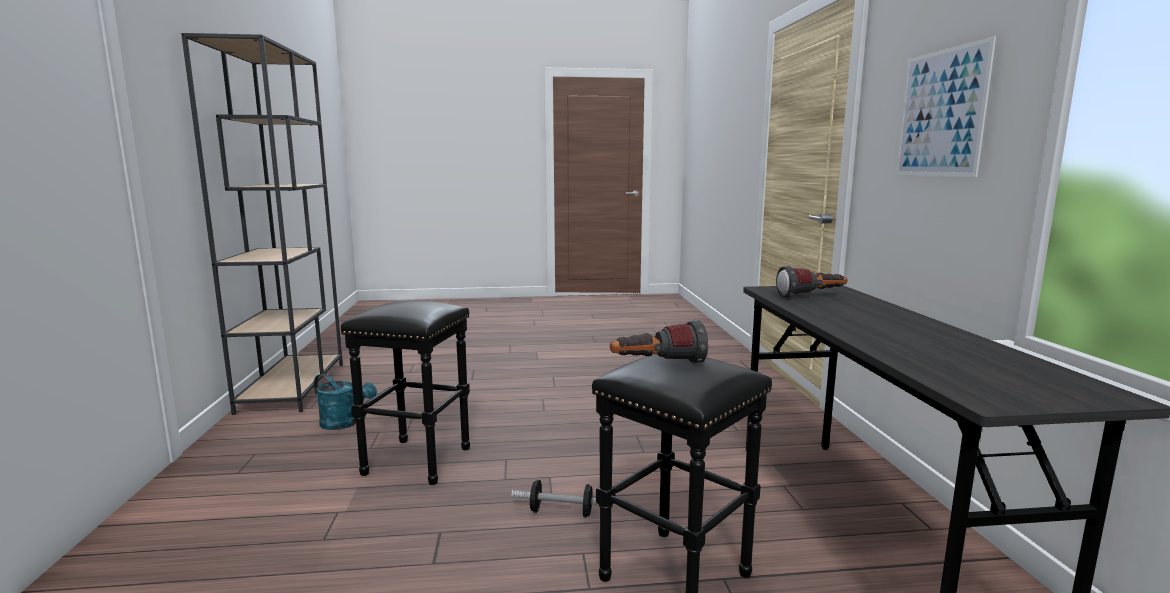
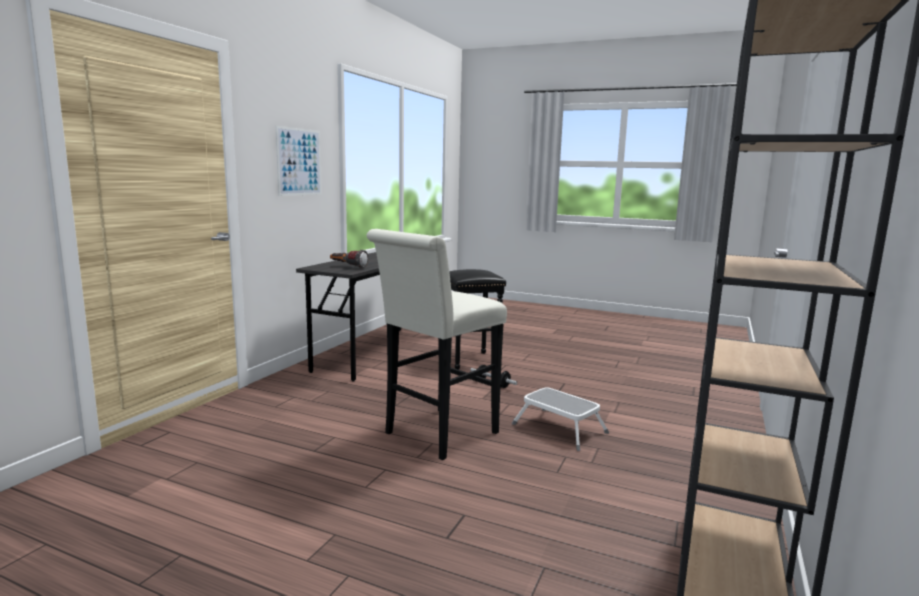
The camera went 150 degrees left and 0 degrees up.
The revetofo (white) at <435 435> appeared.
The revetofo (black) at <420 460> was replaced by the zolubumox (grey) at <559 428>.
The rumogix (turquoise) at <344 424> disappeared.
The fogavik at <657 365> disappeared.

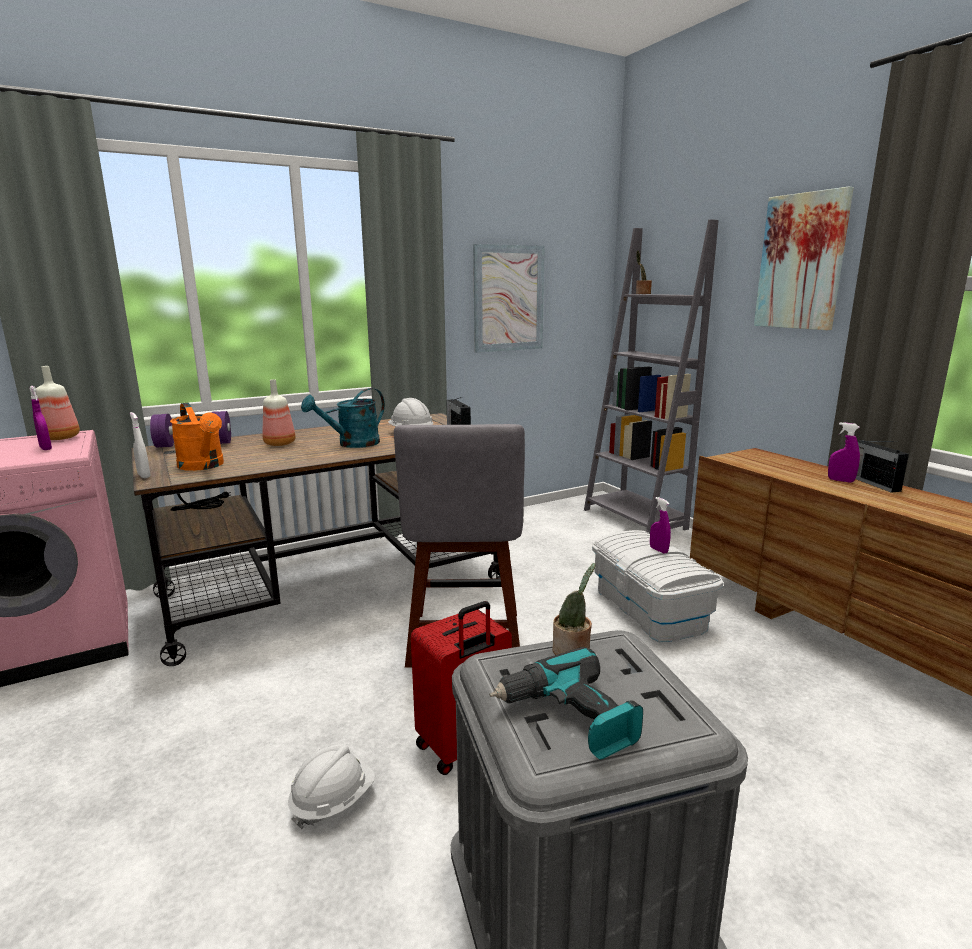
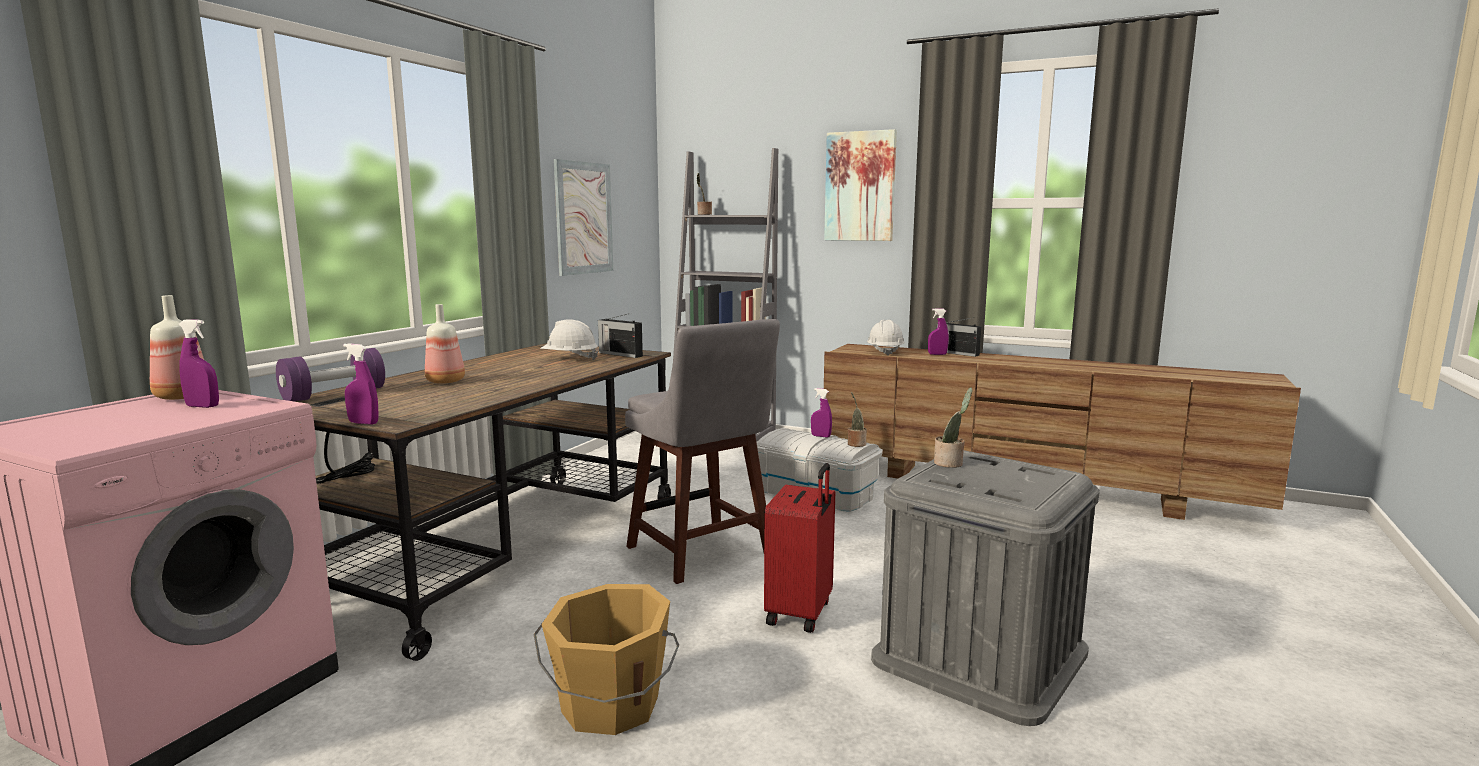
The camera went 35 degrees left and 5 degrees down.
The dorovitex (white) at <144 475> became the dorovitex (purple) at <363 423>.
The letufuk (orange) at <610 706> appeared.
The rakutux at <856 444> appeared.
The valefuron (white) moved from <333 801> to <885 352>.
The rumogix (orange) at <204 466> disappeared.
The rumogix (turquoise) at <352 444> disappeared.
The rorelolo at <569 718> disappeared.

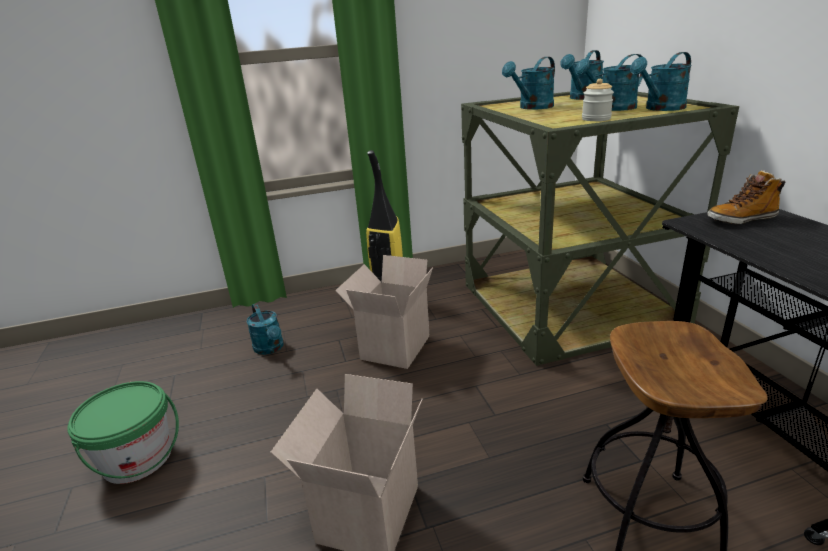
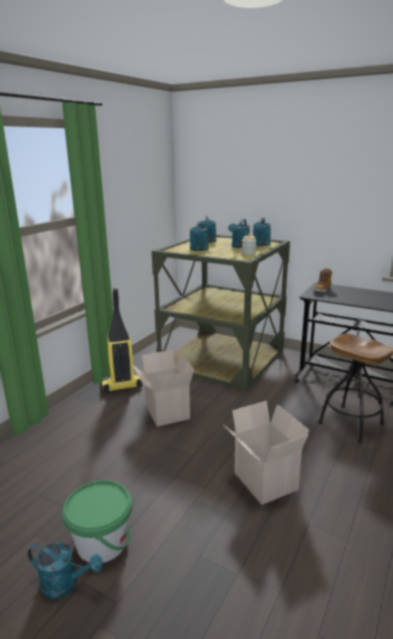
The camera went 45 degrees left and 5 degrees down.
The rumogix (turquoise) moved from <270 348> to <65 584>.

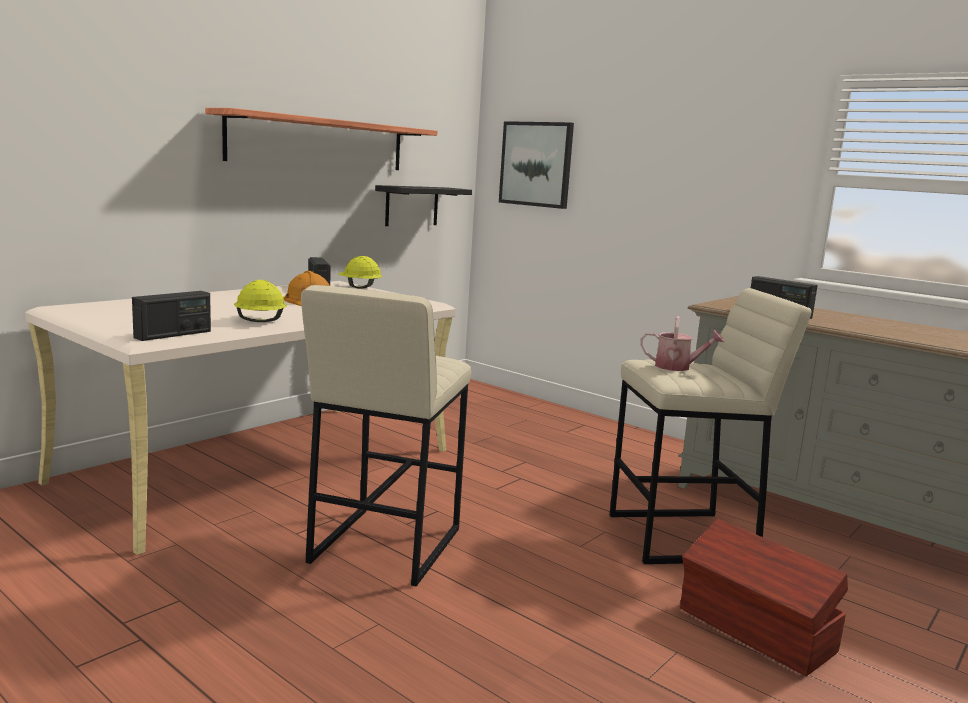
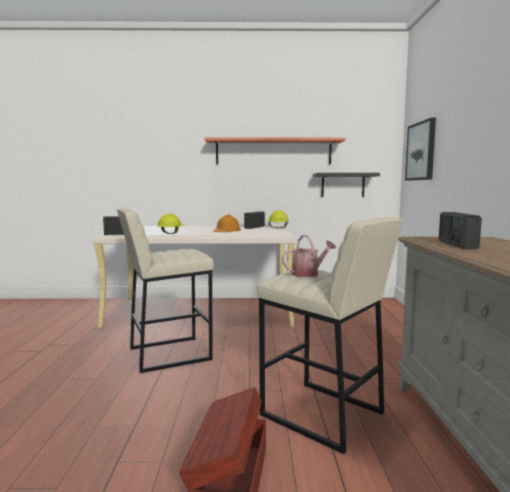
The camera went 50 degrees right and 5 degrees down.
The rumogix at <678 367> turned 90 degrees counterclockwise.

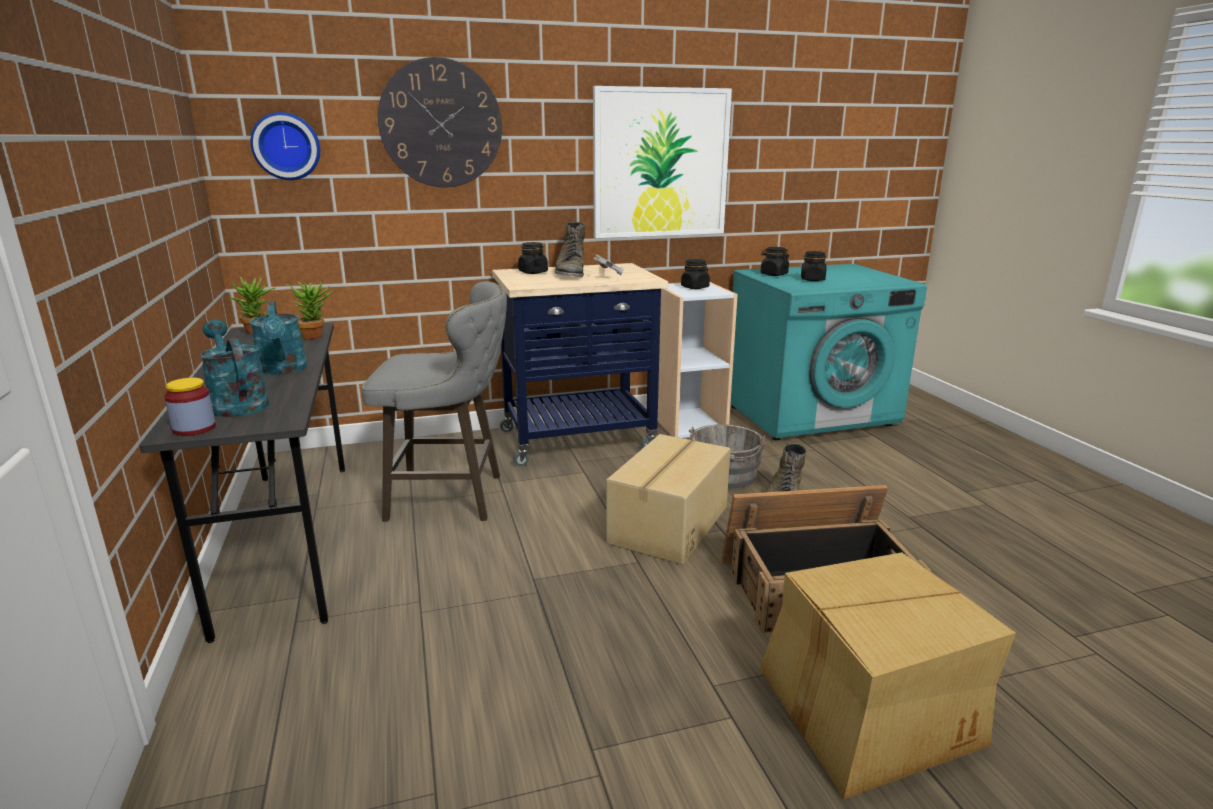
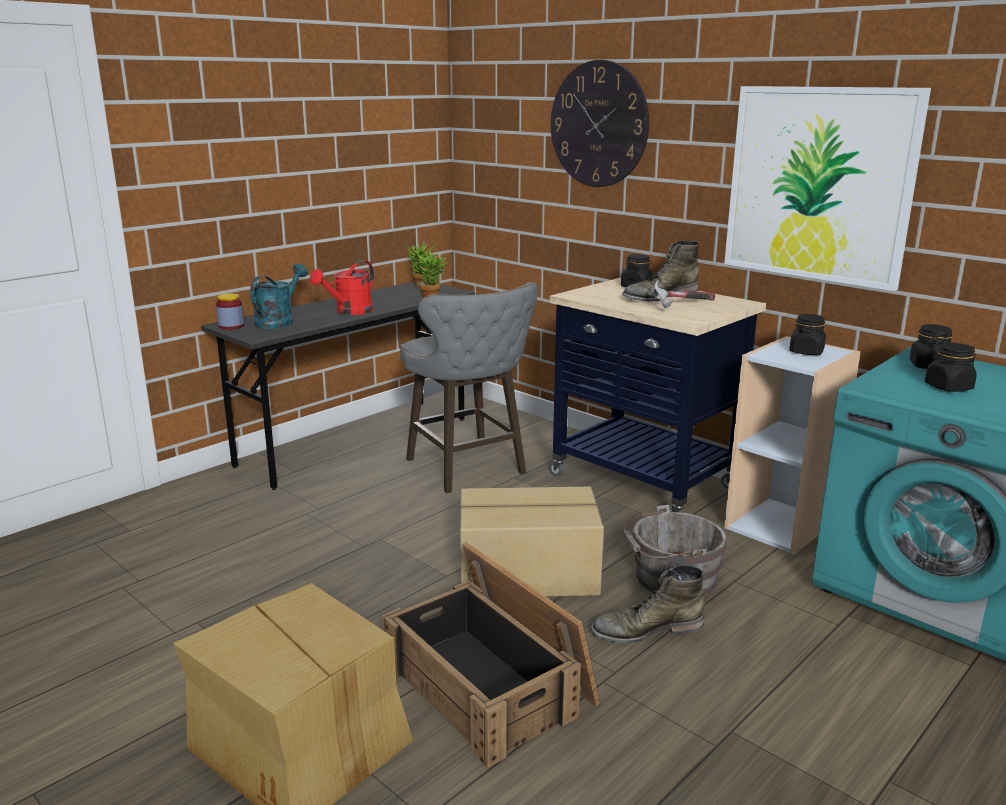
The camera went 60 degrees right and 0 degrees up.
The rumogix (turquoise) at <283 370> became the rumogix (red) at <349 312>.
The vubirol at <286 146> disappeared.

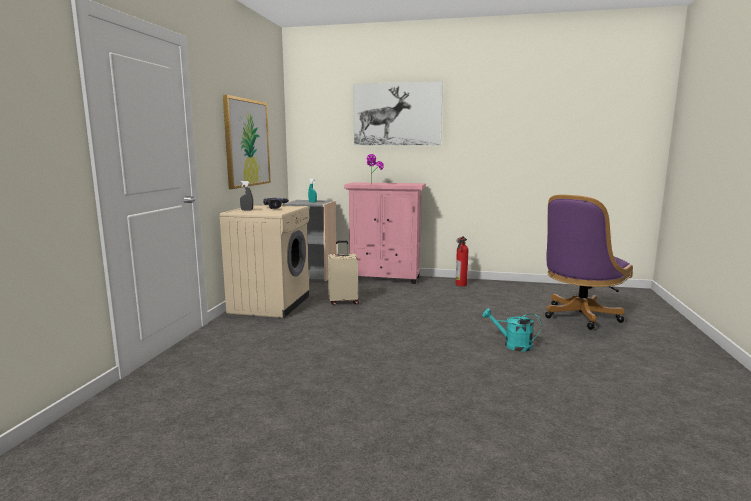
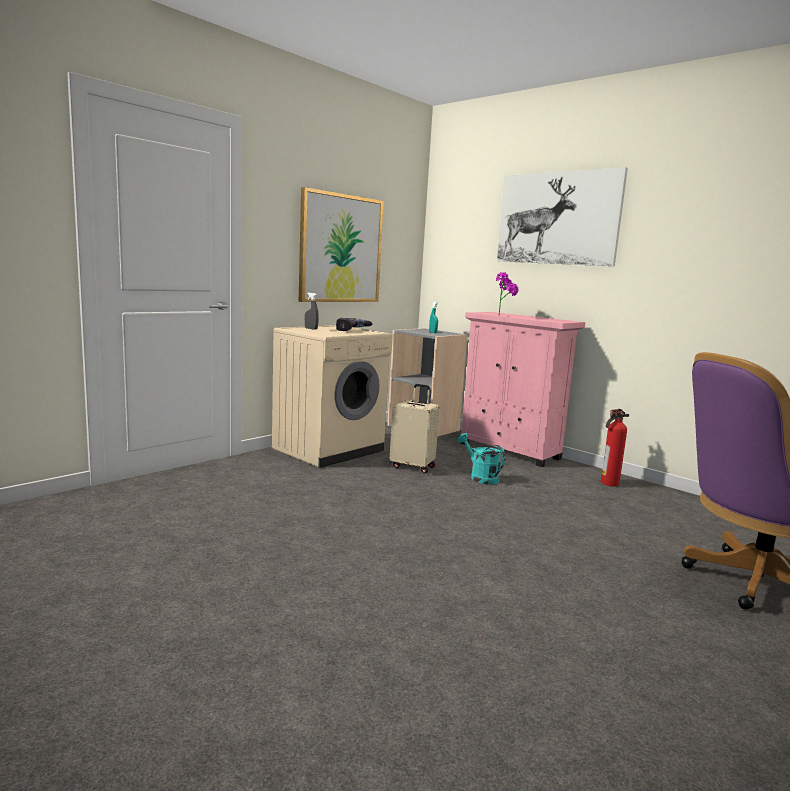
The camera went 30 degrees right and 0 degrees up.
The rumogix (turquoise) moved from <512 345> to <480 477>.

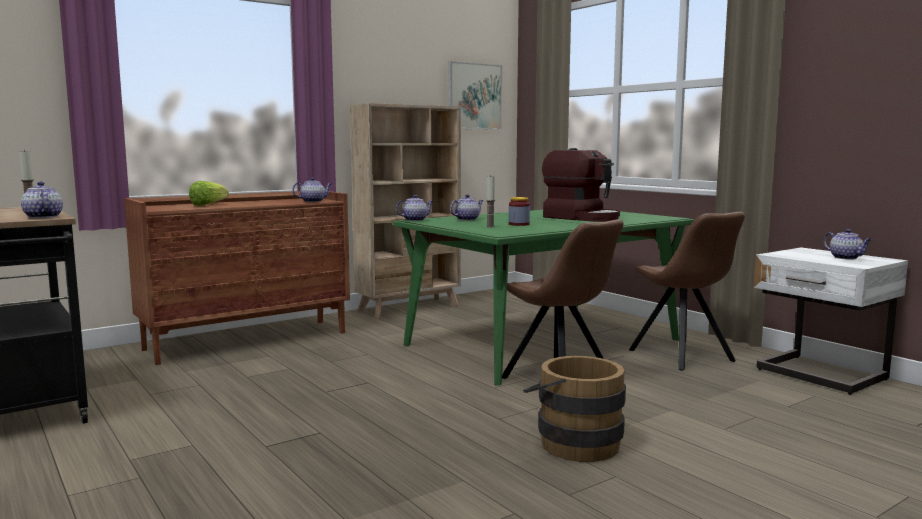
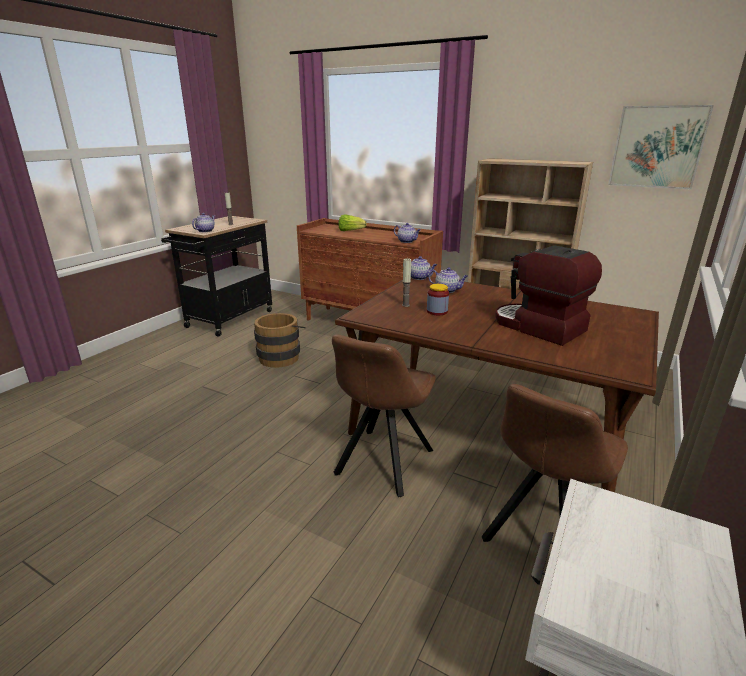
The camera went 65 degrees right and 15 degrees up.
The letufuk (brown) moved from <573 442> to <281 356>.
The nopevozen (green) at <543 342> became the nopevozen (brown) at <488 429>.
The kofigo at <582 218> turned 120 degrees clockwise.
The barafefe at <846 258> disappeared.

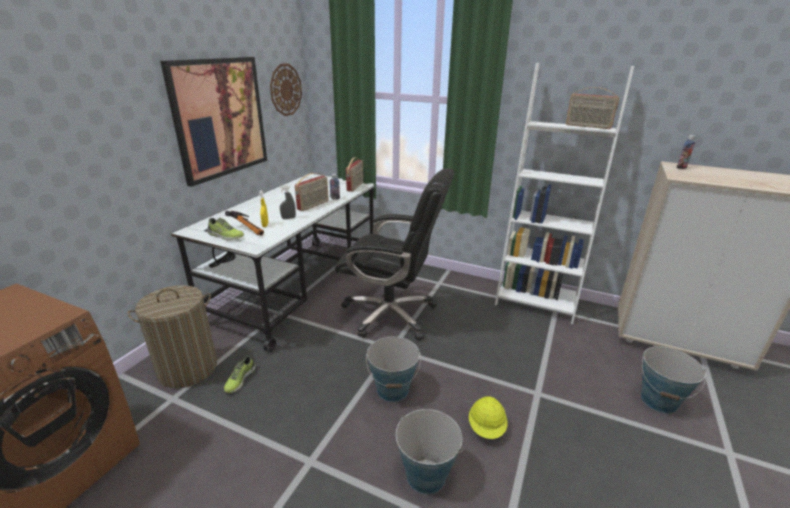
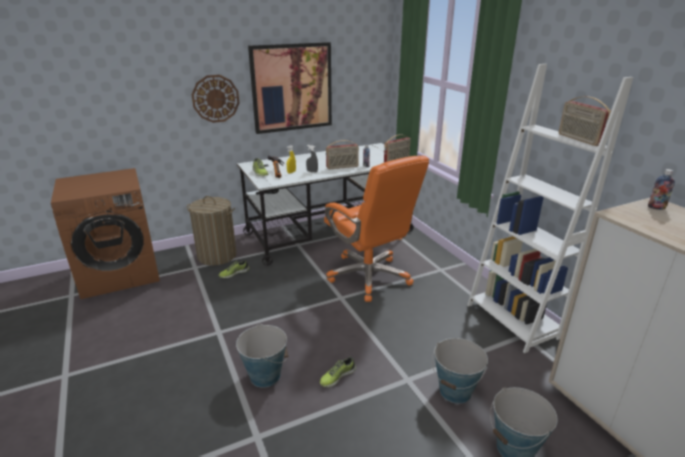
The camera went 40 degrees right and 0 degrees up.
The vubirol moved from <285 90> to <215 98>.
The valefuron (yellow) at <486 428> was replaced by the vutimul at <337 376>.
The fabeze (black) at <391 315> became the fabeze (orange) at <369 276>.
The letufuk moved from <393 390> to <455 391>.

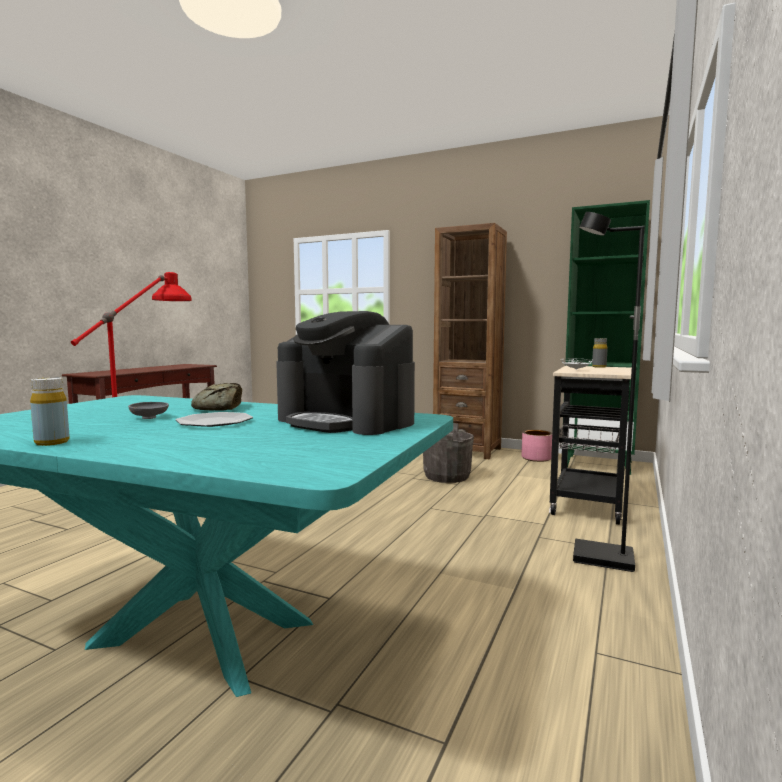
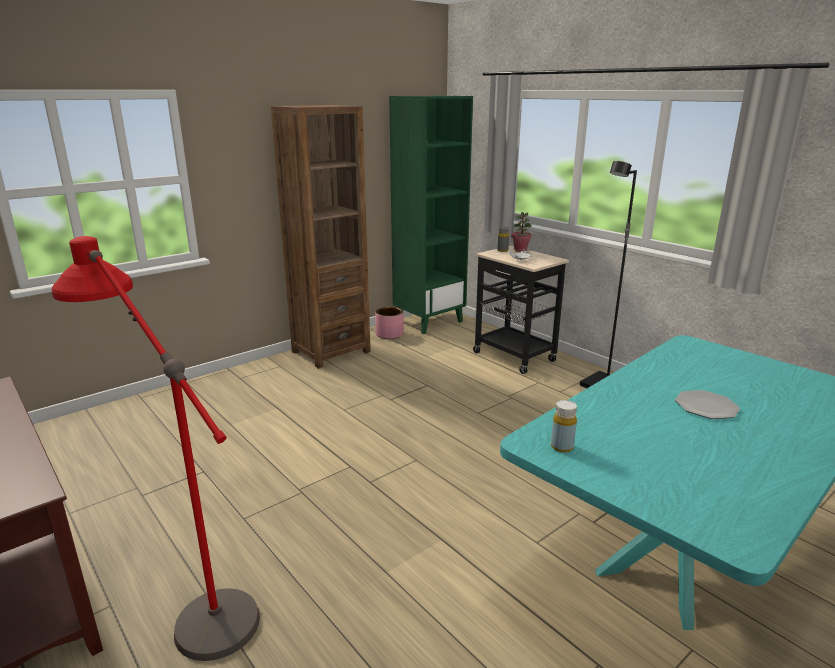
The camera went 65 degrees left and 15 degrees up.
The rakutux at <520 250> appeared.
The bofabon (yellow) moved from <52 442> to <562 447>.
The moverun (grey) at <149 417> disappeared.
The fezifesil at <219 408> disappeared.
The kofigo at <347 421> disappeared.
The letufuk (grey) at <447 476> disappeared.

